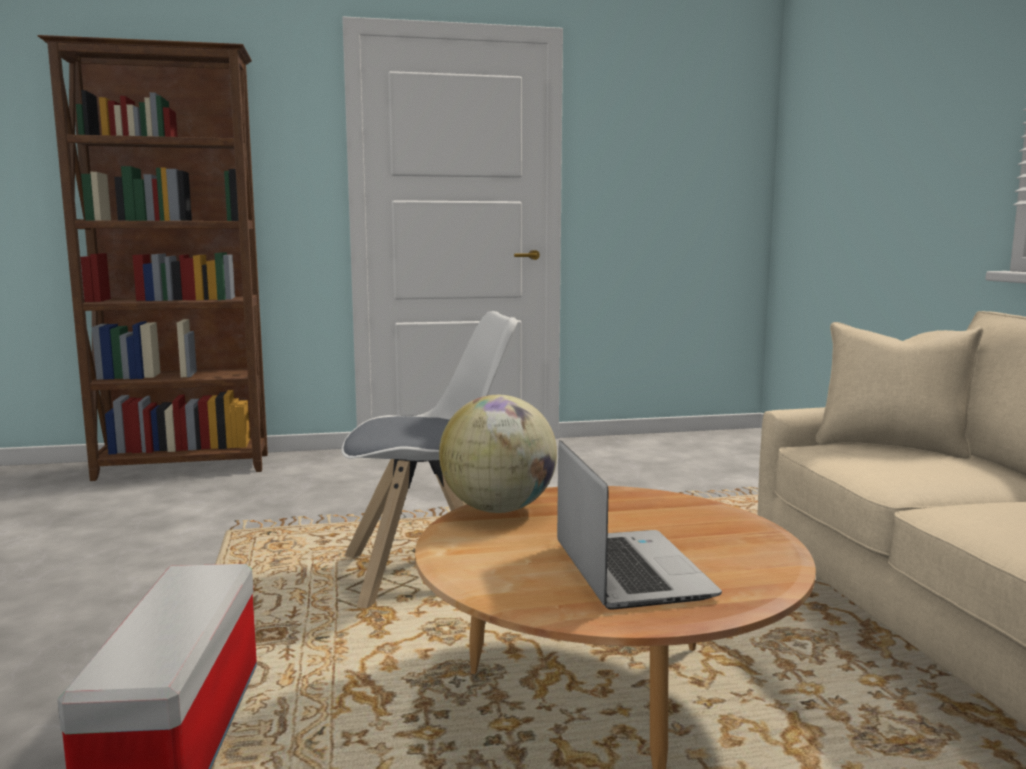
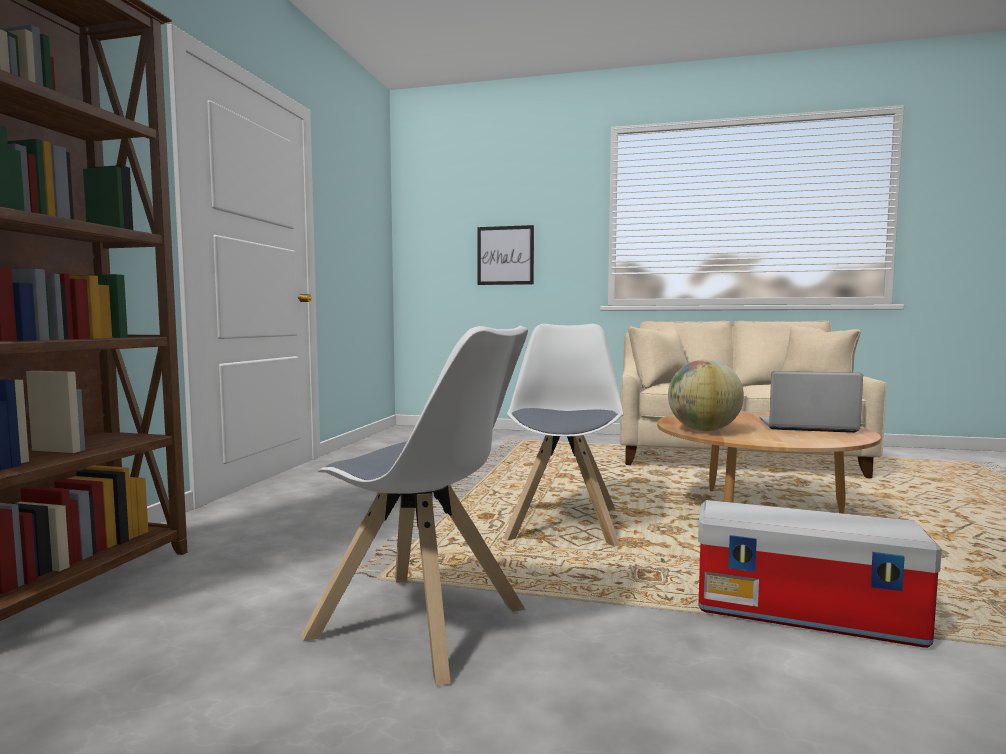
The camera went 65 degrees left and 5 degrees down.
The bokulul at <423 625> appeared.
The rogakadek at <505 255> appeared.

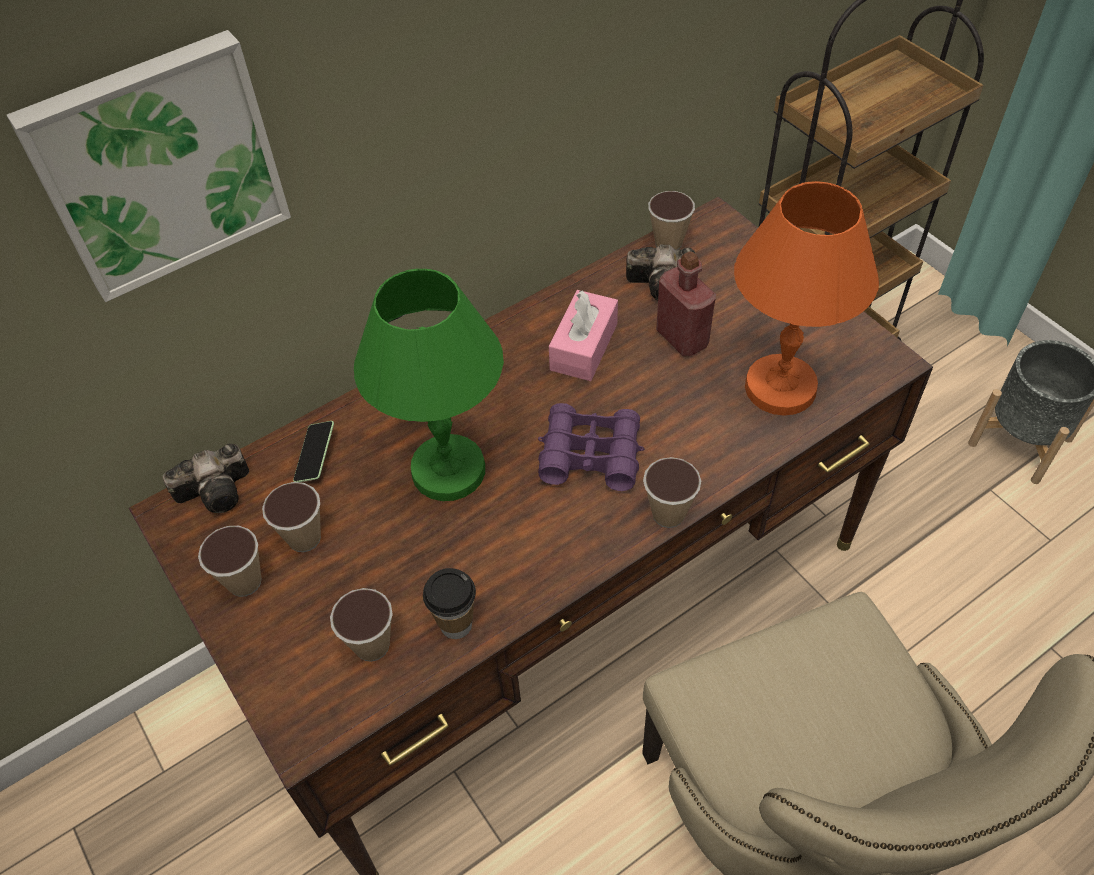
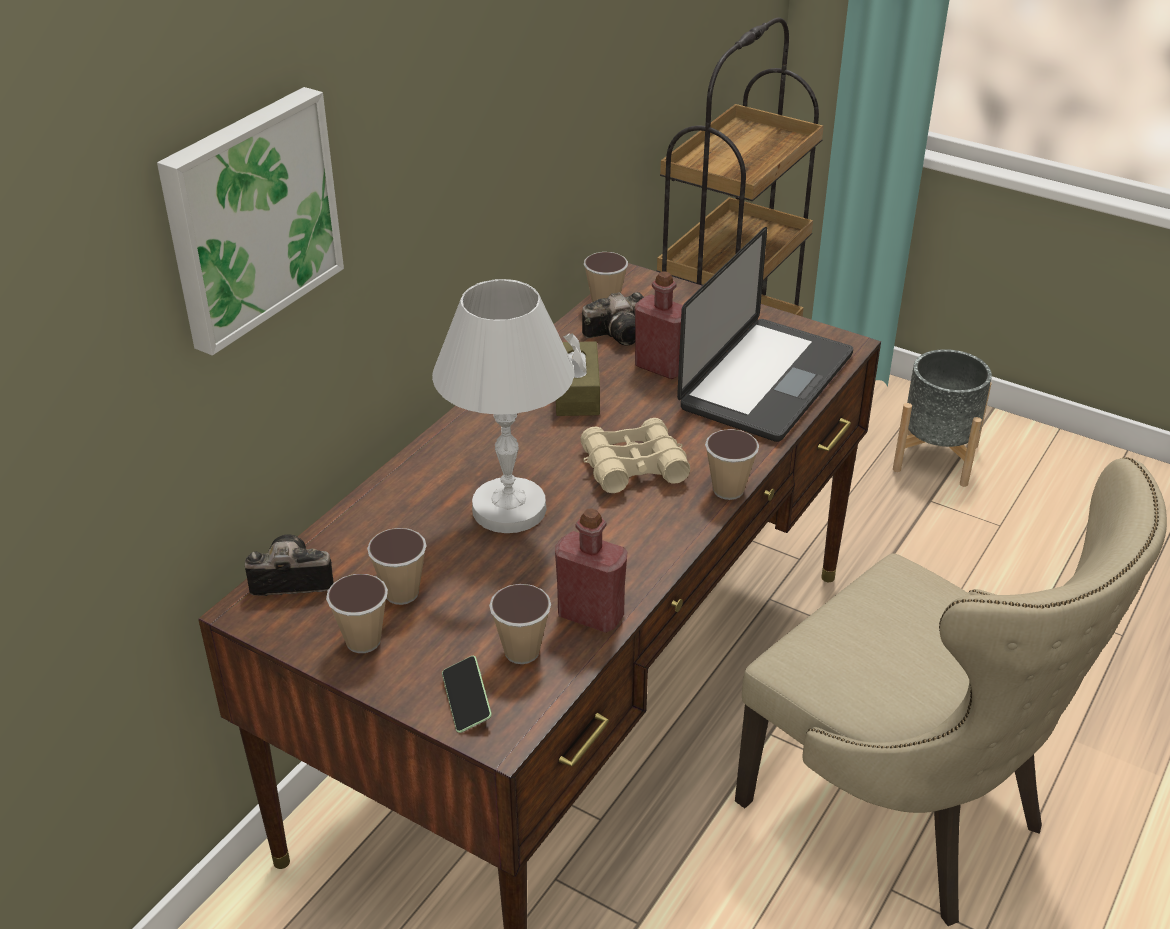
The camera went 25 degrees left and 15 degrees down.
The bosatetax at <219 490> turned 135 degrees counterclockwise.
The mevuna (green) at <449 469> became the mevuna (white) at <510 508>.
The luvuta moved from <316 457> to <466 702>.
The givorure at <456 624> was replaced by the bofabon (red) at <590 615>.
The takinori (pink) at <584 347> became the takinori (brown) at <576 392>.
The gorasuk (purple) at <590 455> became the gorasuk (beige) at <633 466>.
The mevuna (orange) at <780 386> was replaced by the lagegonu at <766 381>.

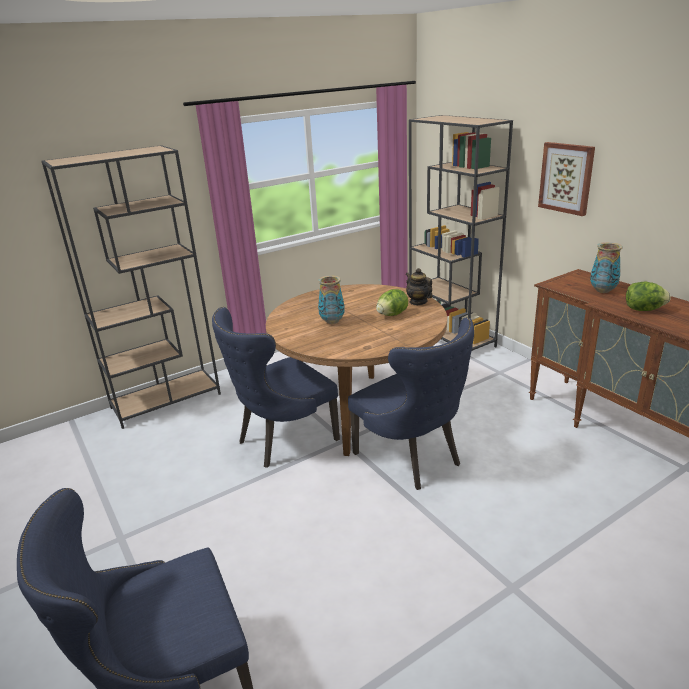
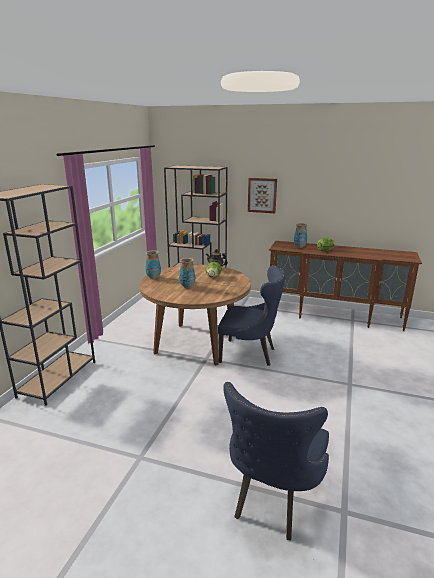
The camera went 40 degrees left and 5 degrees down.
The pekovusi at <153 277> appeared.
The bokulul (blue) at <283 440> disappeared.

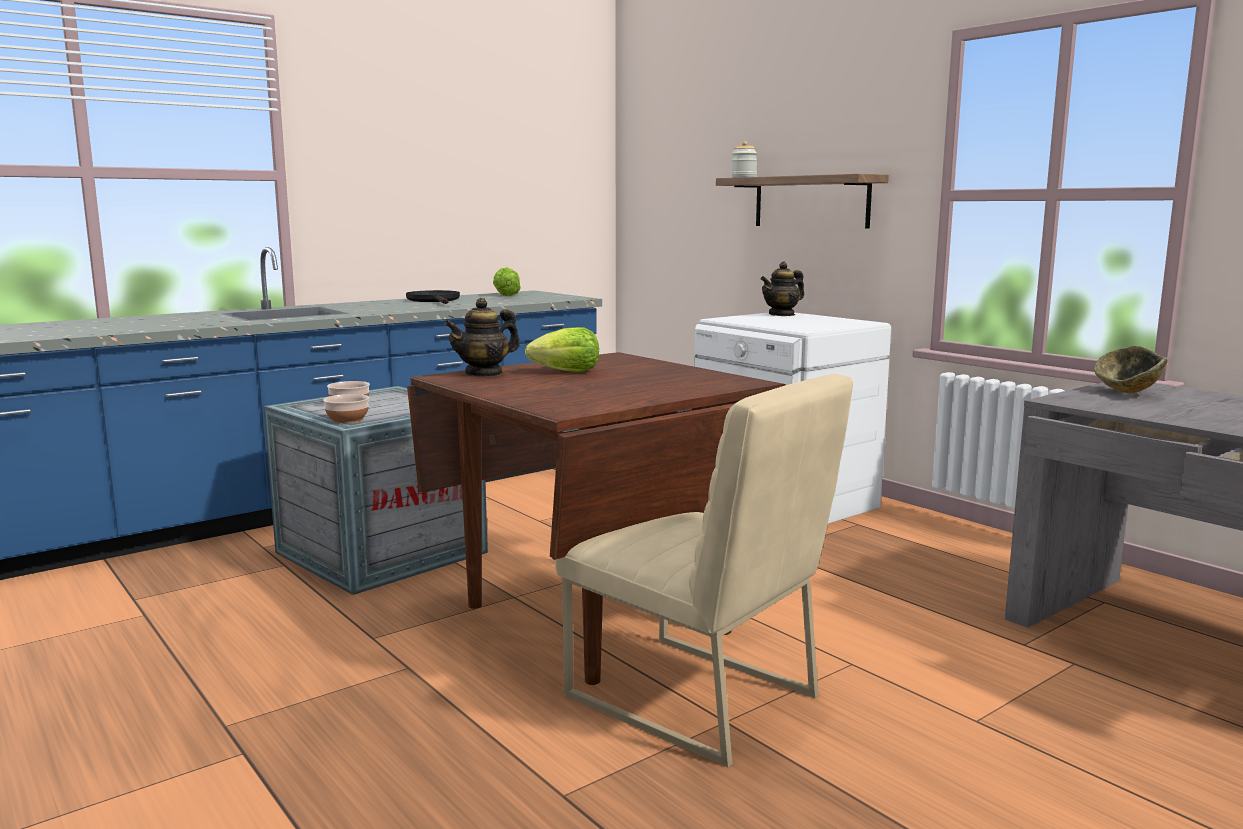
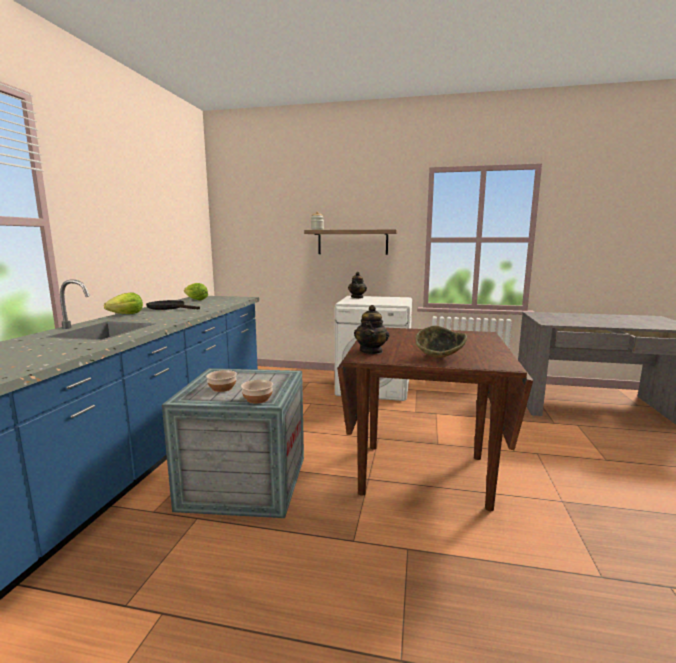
The camera went 40 degrees left and 0 degrees up.
The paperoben moved from <567 372> to <127 314>.
The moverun moved from <1129 394> to <439 358>.
The bokulul (beige) at <696 699> disappeared.

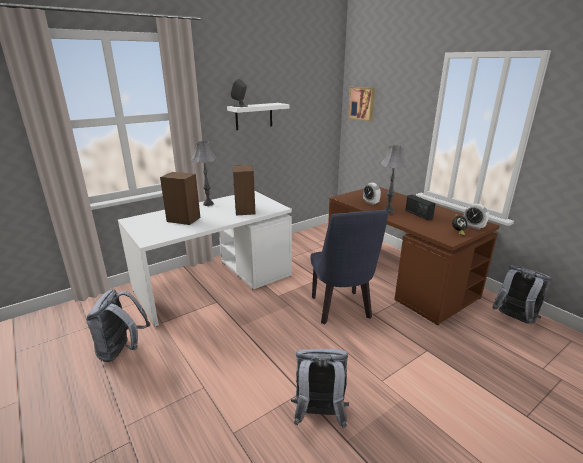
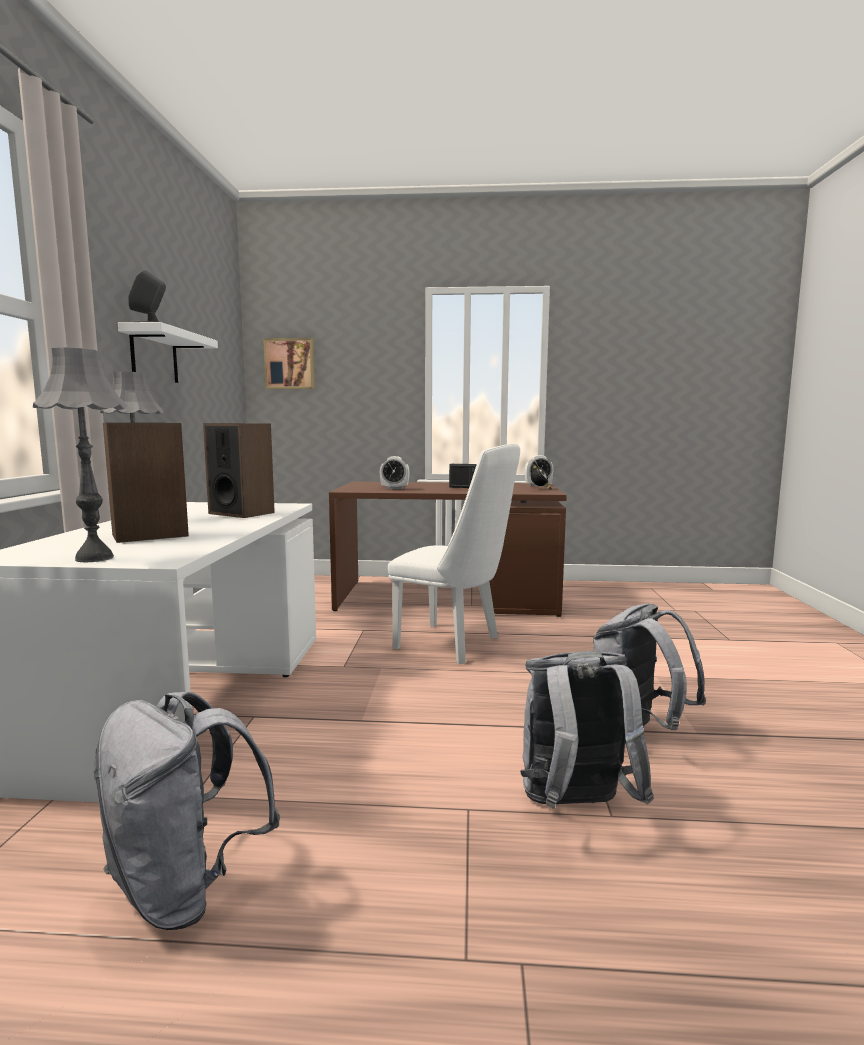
The camera went 50 degrees left and 15 degrees down.
The mevuna (grey) moved from <388 211> to <94 558>.
The bokulul (blue) at <342 310> became the bokulul (white) at <455 644>.
The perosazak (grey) moved from <513 319> to <575 807>.

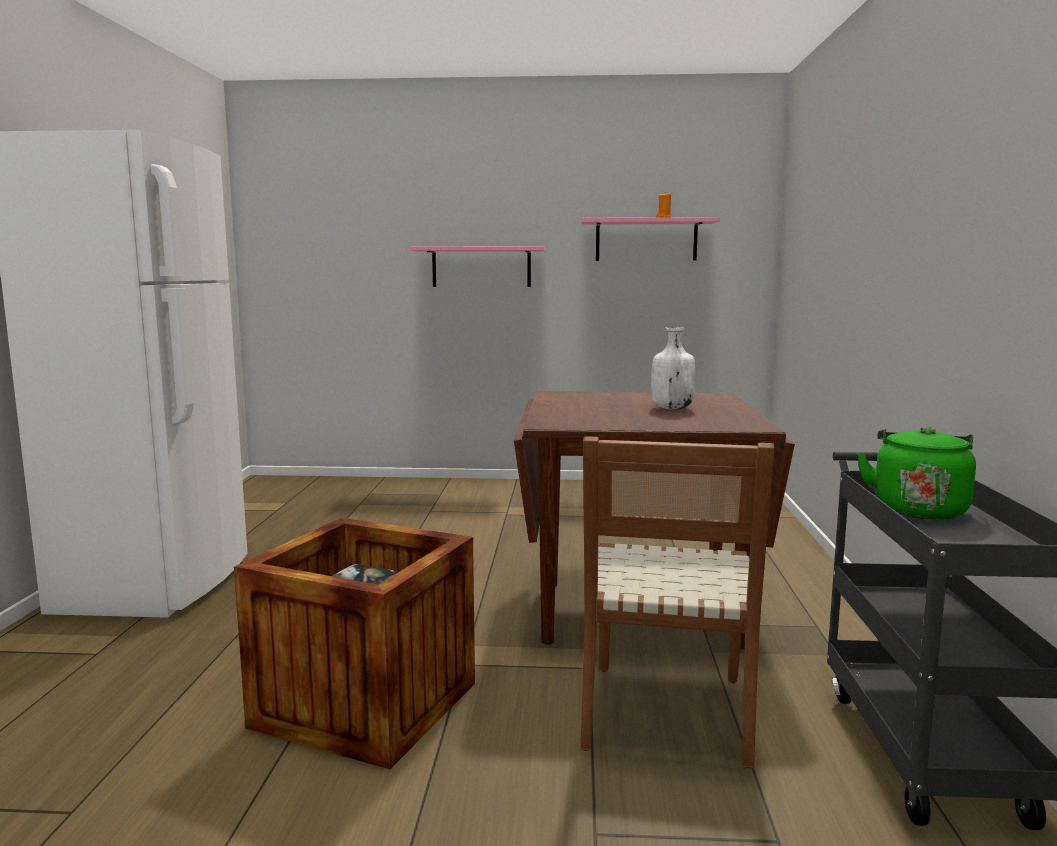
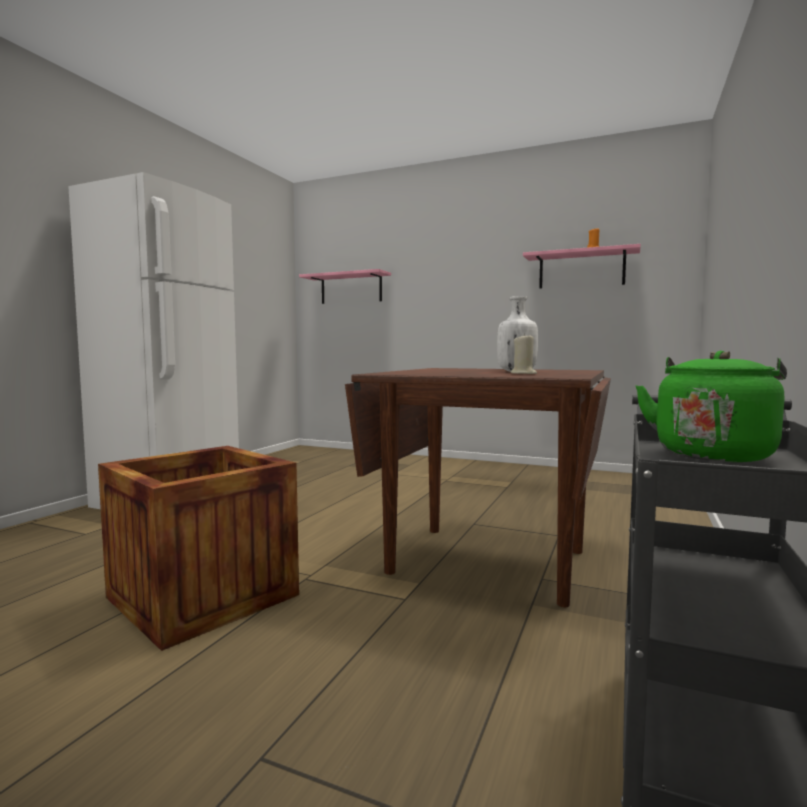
The camera went 20 degrees right and 5 degrees down.
The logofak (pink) moved from <481 267> to <351 289>.
The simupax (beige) at <523 373> appeared.
The bokulul at <665 719> disappeared.

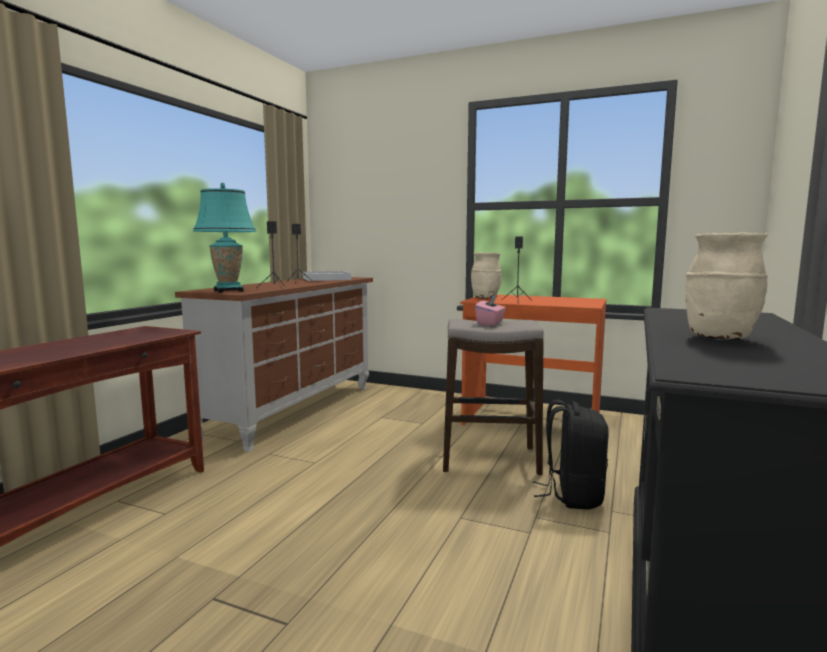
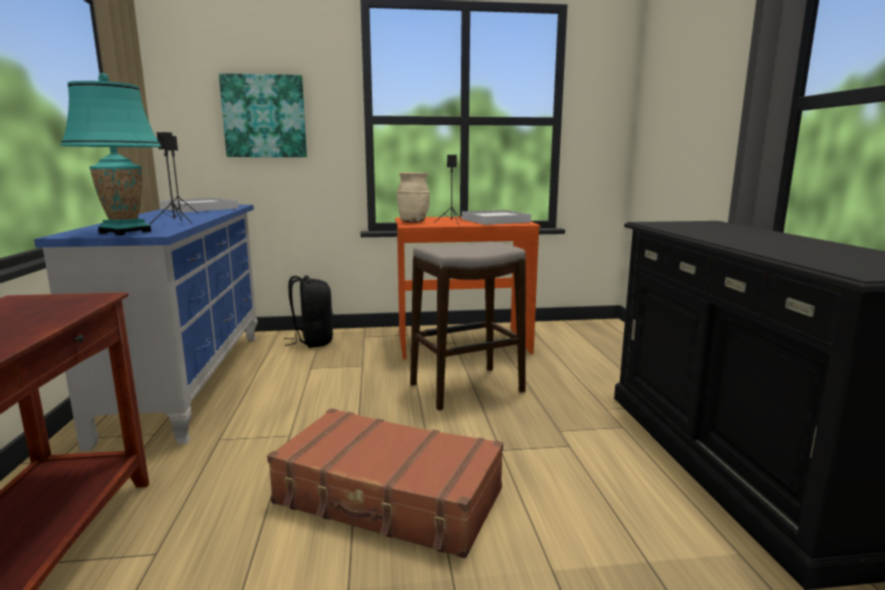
The camera went 30 degrees left and 5 degrees up.
The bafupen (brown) at <295 410> became the bafupen (blue) at <192 380>.
The rogakadek at <264 116> appeared.
The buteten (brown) at <388 498> appeared.
The perosazak (black) moved from <572 495> to <312 341>.
The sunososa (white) at <495 220> appeared.
The takinori (pink) at <490 323> disappeared.
The pekovusi (beige) at <719 338> disappeared.

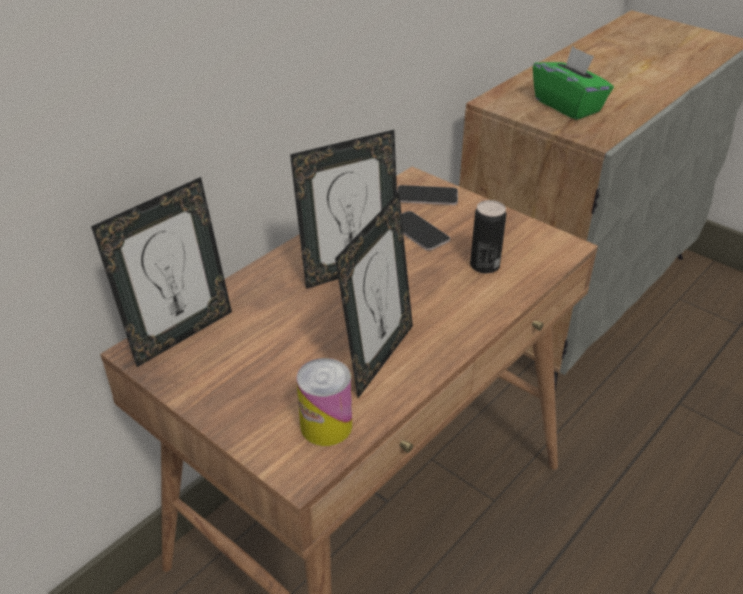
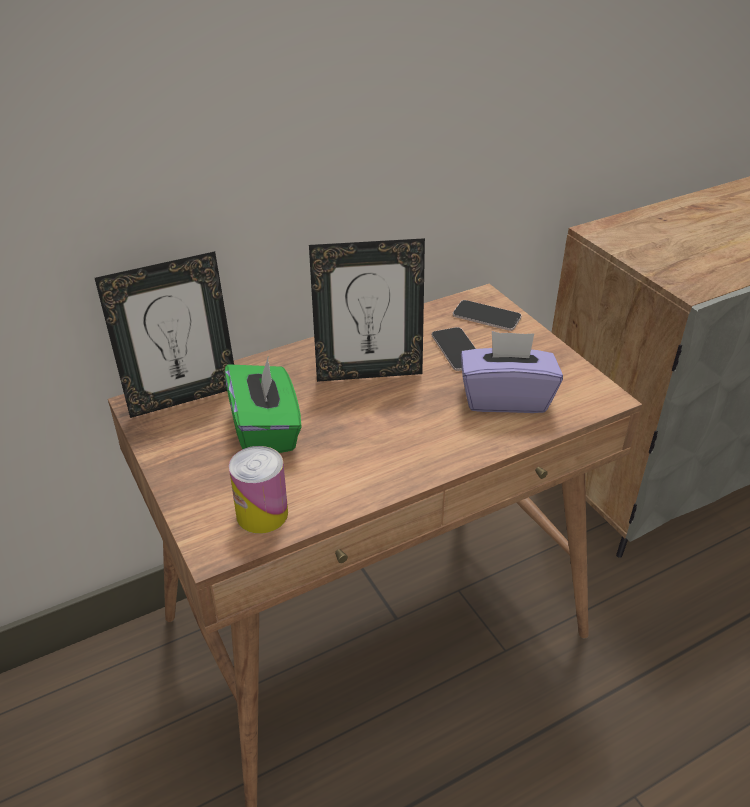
The camera went 20 degrees right and 0 degrees up.
The takinori (green) moved from <568 106> to <266 430>.
The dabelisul at <484 265> was replaced by the takinori (purple) at <505 398>.
The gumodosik at <377 357> disappeared.

